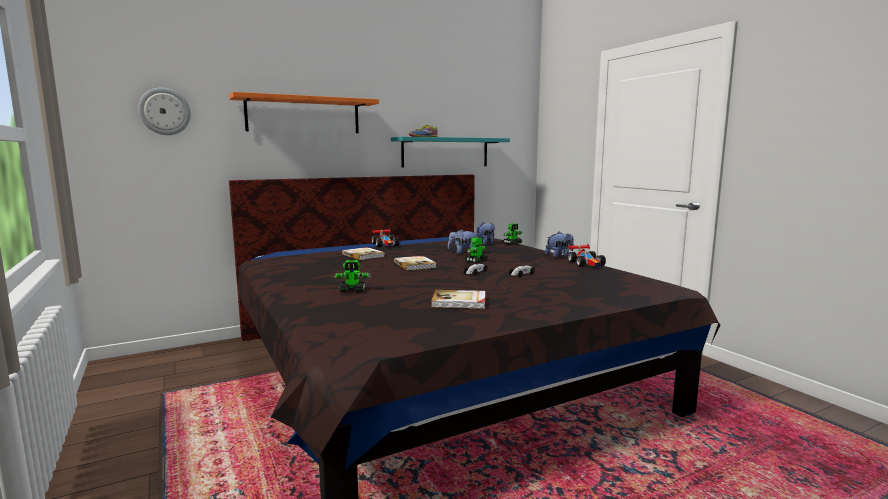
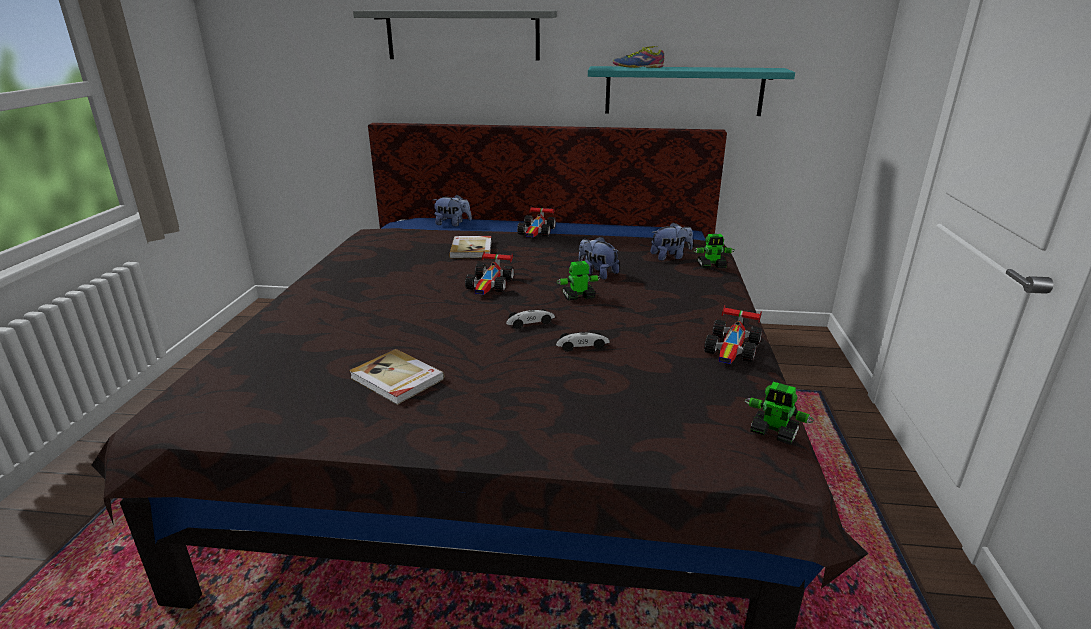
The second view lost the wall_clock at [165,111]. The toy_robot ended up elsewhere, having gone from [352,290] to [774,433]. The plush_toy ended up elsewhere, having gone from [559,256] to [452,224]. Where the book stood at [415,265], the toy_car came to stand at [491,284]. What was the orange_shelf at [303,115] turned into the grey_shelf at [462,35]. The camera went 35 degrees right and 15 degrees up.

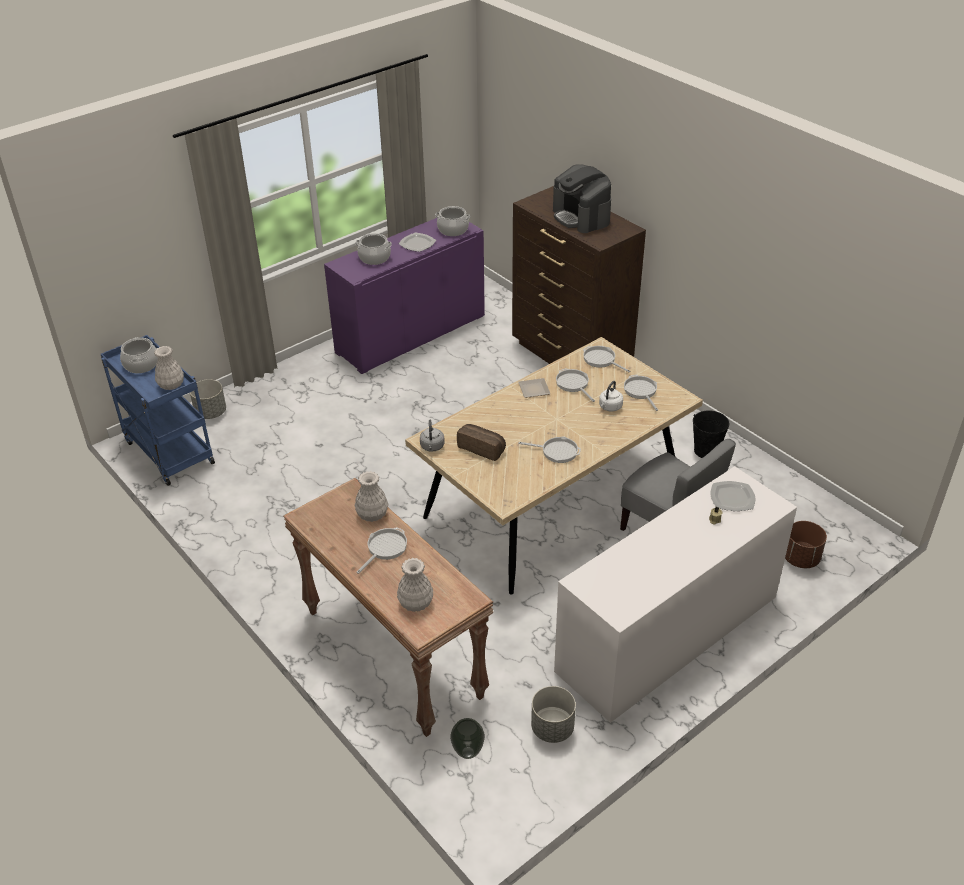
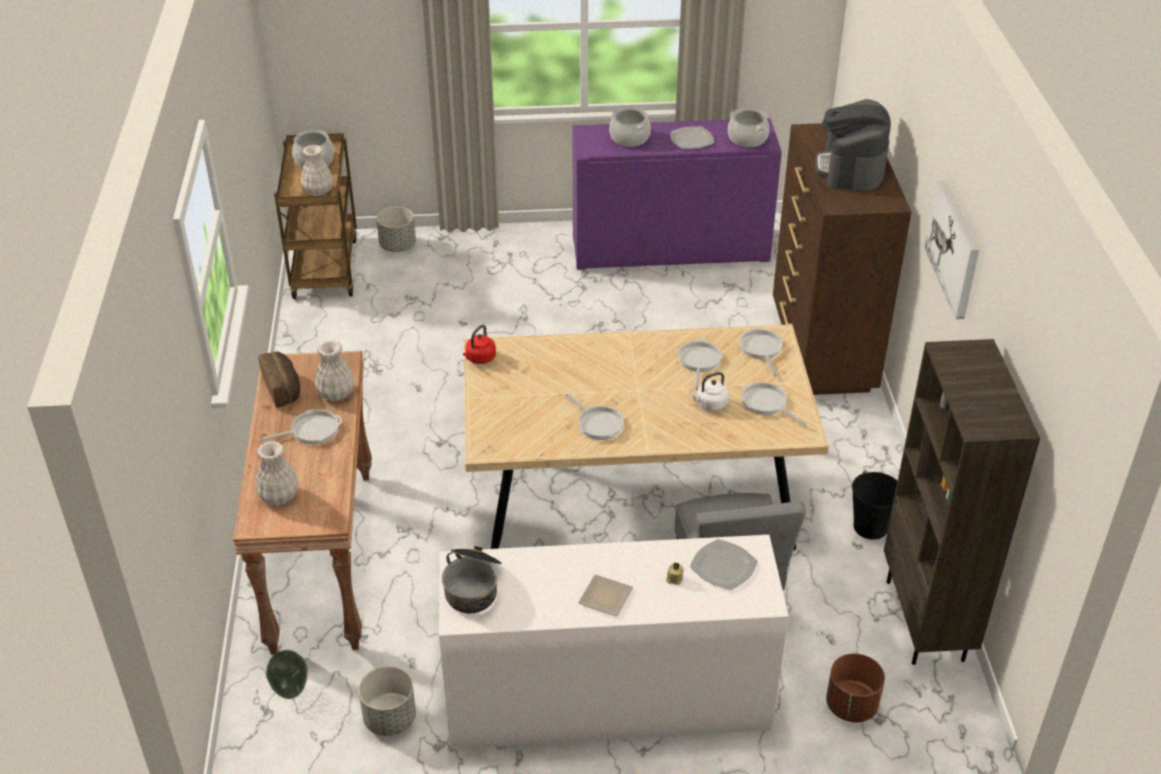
The second view gained the cooking_pot at [473,587]. The second view gained the brown_bookcase at [926,621]. The second view gained the picture at [954,249]. The bread ended up elsewhere, having gone from [482,448] to [283,388]. The plate ended up elsewhere, having gone from [533,390] to [603,598]. What was the blue_cart at [167,452] turned into the brown_cart at [324,267]. What was the grey_kettle at [432,447] turned into the red_kettle at [479,359]. The frying_pan at [641,391] ended up facing another way, 60 degrees counterclockwise from before. The camera went 35 degrees right and 0 degrees up.

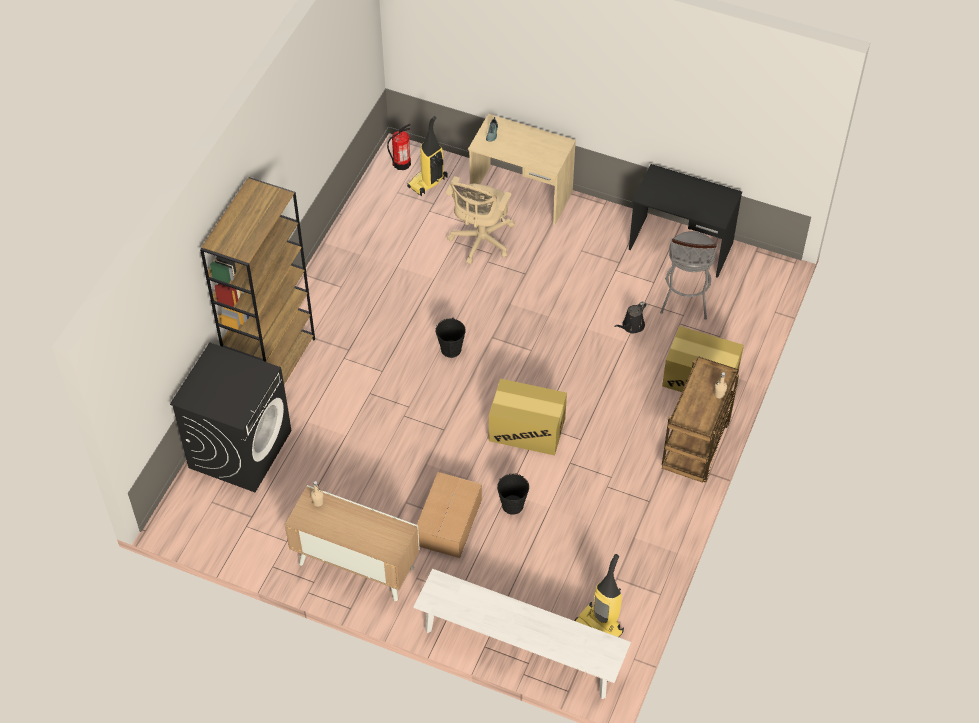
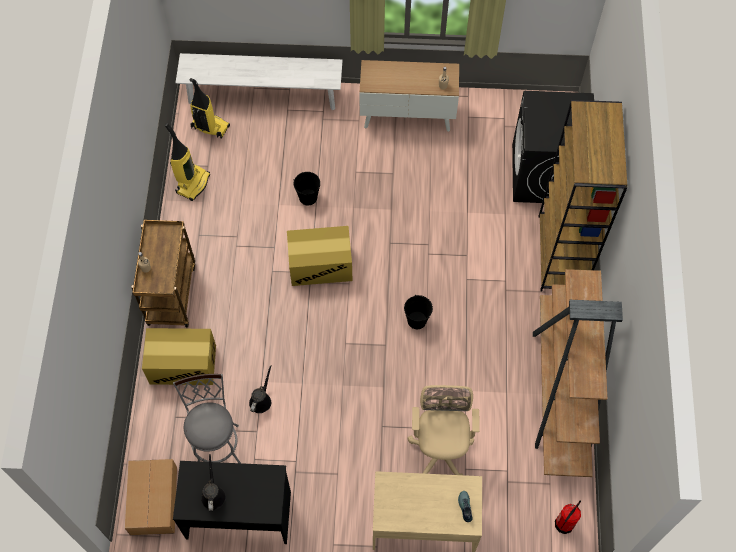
The second view gained the black_watering_can at [213,494]. The second view gained the brown_bookcase at [561,392]. The vacuum_cleaner ended up elsewhere, having gone from [427,183] to [192,183]. The cardboard_box ended up elsewhere, having gone from [448,523] to [154,499]. The camera went 160 degrees right and 10 degrees up.

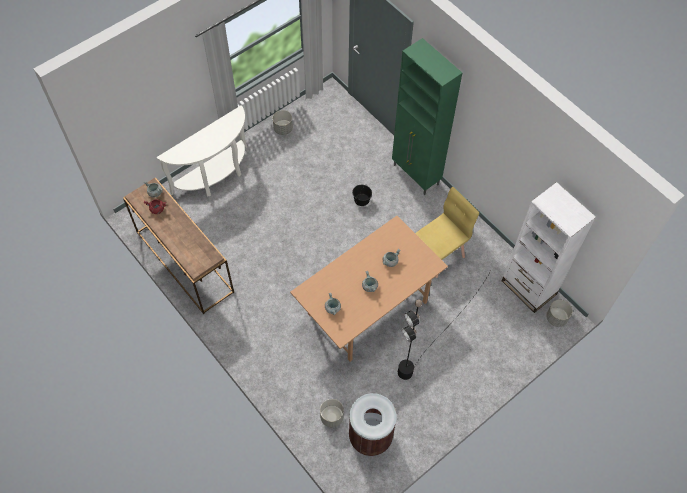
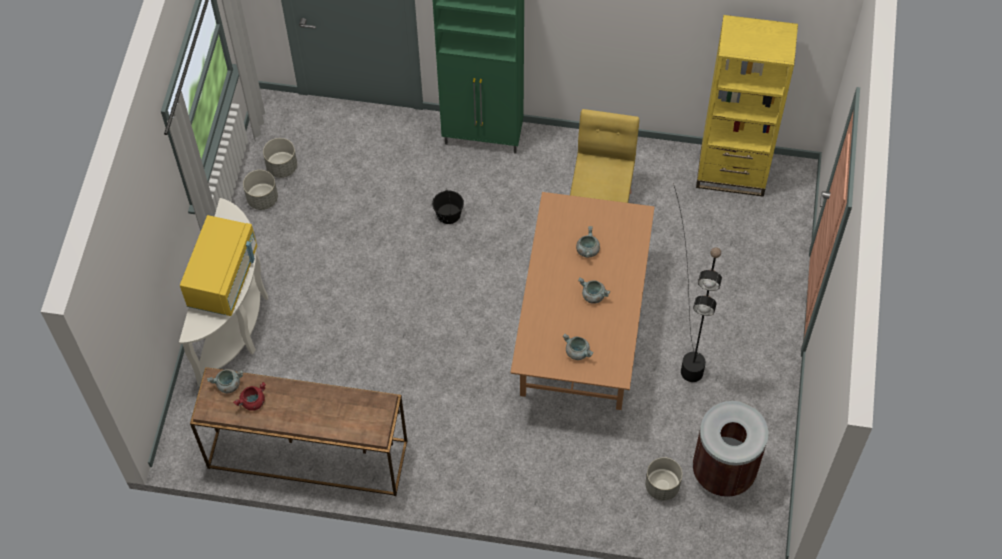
The second view gained the yellow_microwave at [223,278]. The grey_planter ended up elsewhere, having gone from [556,318] to [282,167]. What was the white_bookcase at [528,288] turned into the yellow_bookcase at [731,173]. The camera went 40 degrees left and 0 degrees up.

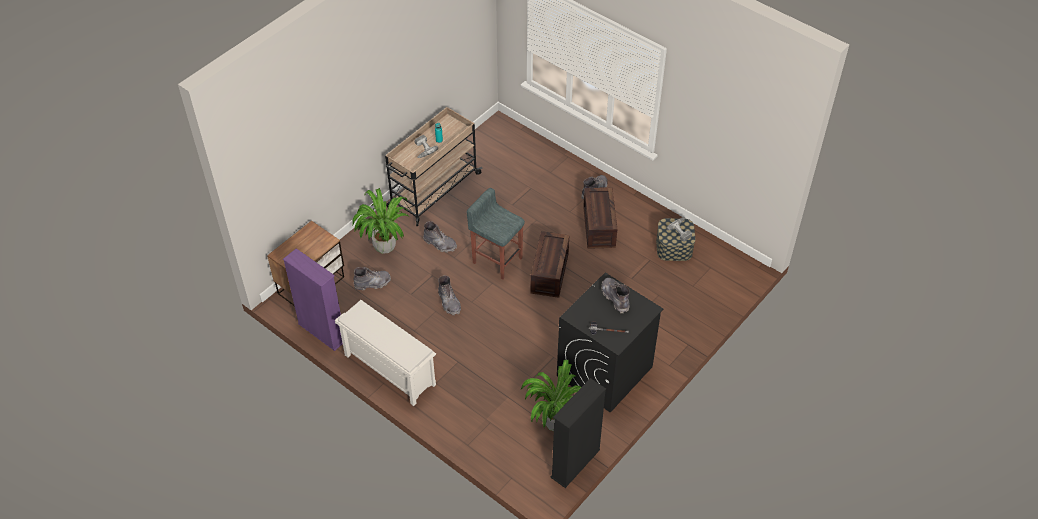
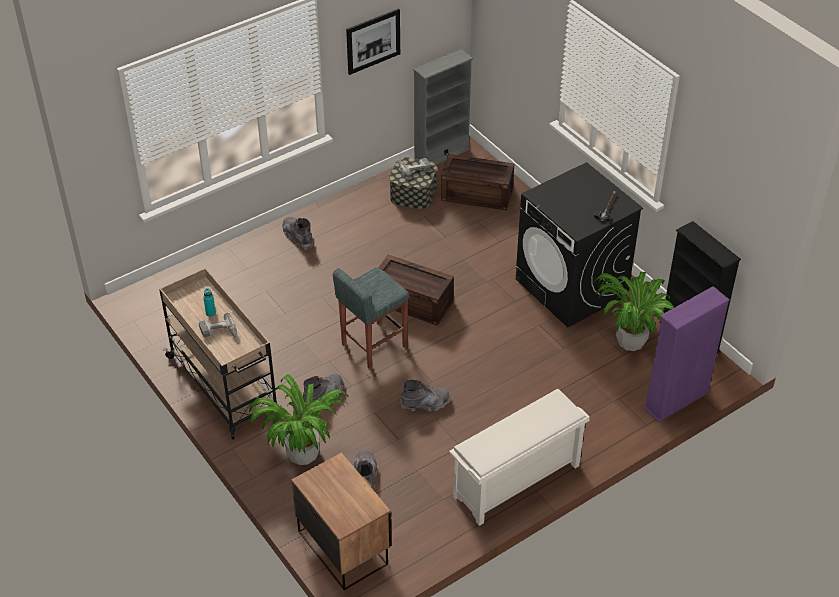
The second view lost the grey_boot at [615,297]. The second view gained the picture at [373,41]. The second view gained the grey_bookcase at [441,154]. The purple_bookcase ended up elsewhere, having gone from [322,332] to [676,400]. The crate ended up elsewhere, having gone from [600,227] to [478,194]. The camera went 75 degrees left and 5 degrees down.

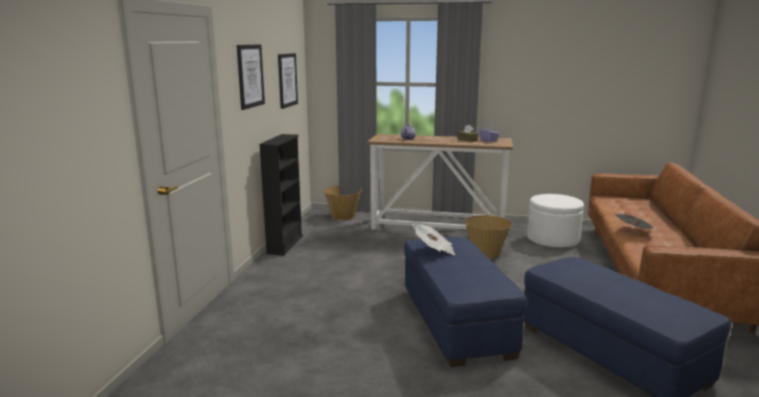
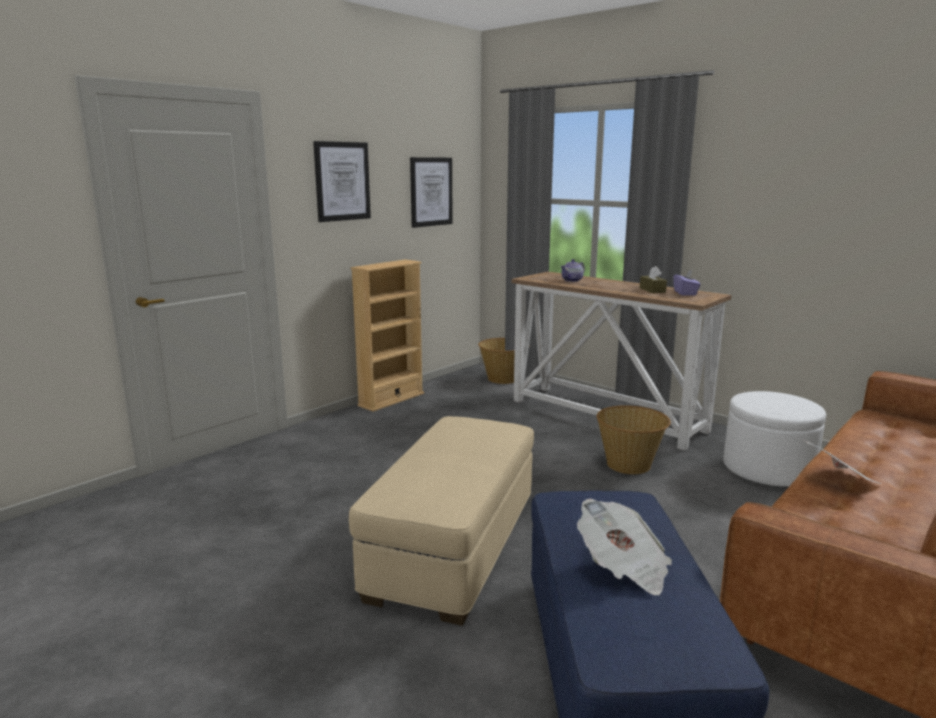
The newspaper ended up elsewhere, having gone from [434,250] to [623,567]. What was the black_bookcase at [285,244] turned into the beige_bookcase at [391,399]. What was the blue_ottoman at [456,321] turned into the beige_ottoman at [455,546]. The camera went 30 degrees right and 0 degrees up.

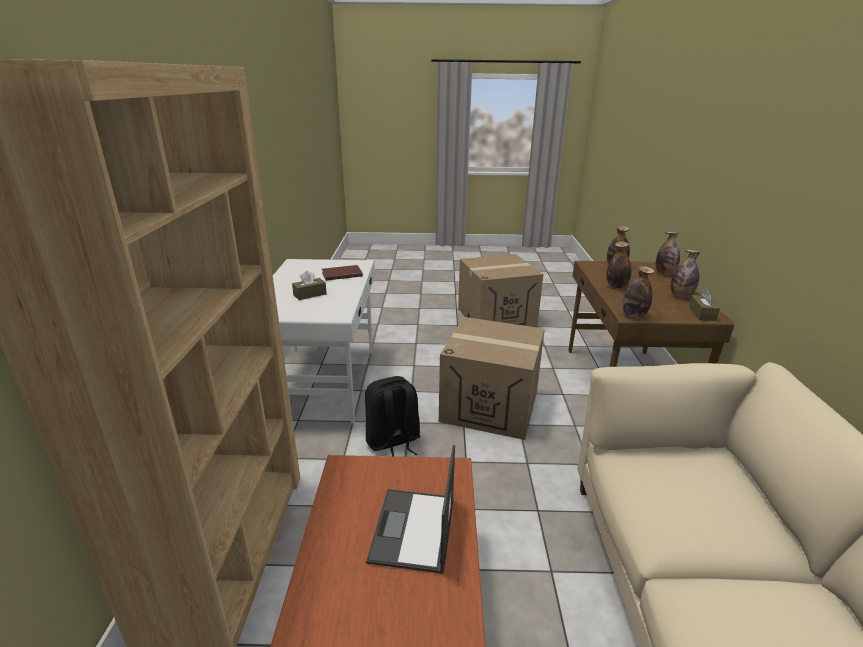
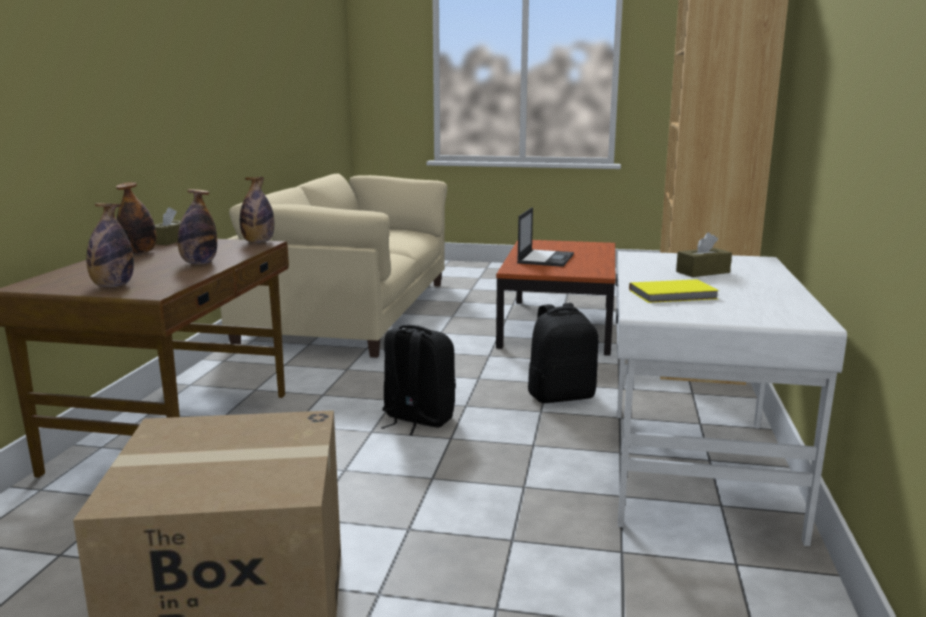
The second view lost the bottle at [665,273]. Where the cardboard_box stood at [490,406], the black_backpack came to stand at [417,419]. What was the brown_book at [341,274] turned into the yellow_book at [674,295]. The camera went 170 degrees left and 10 degrees down.

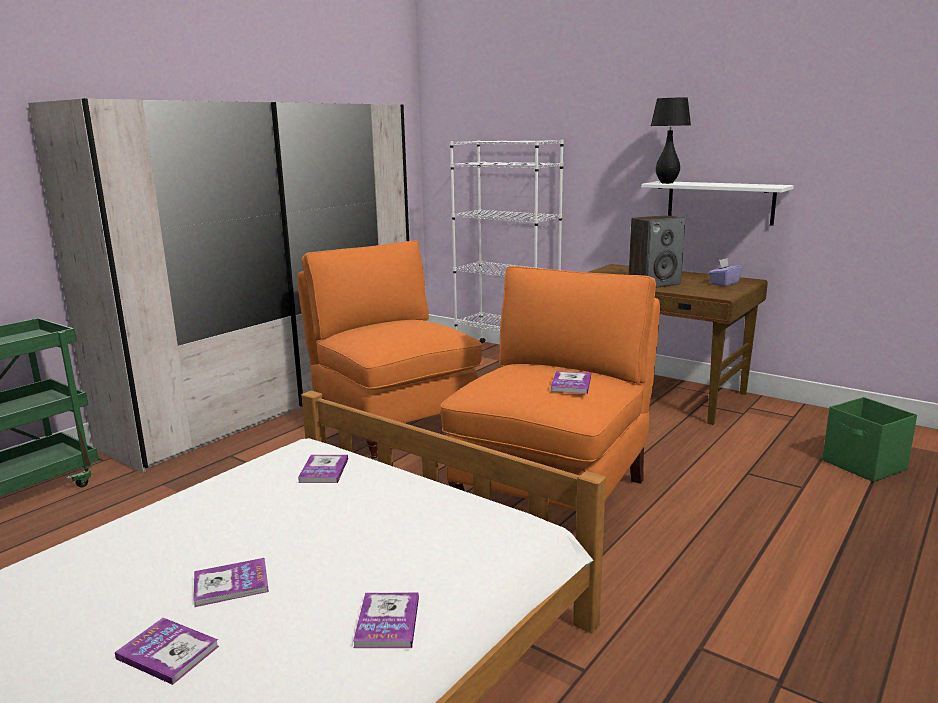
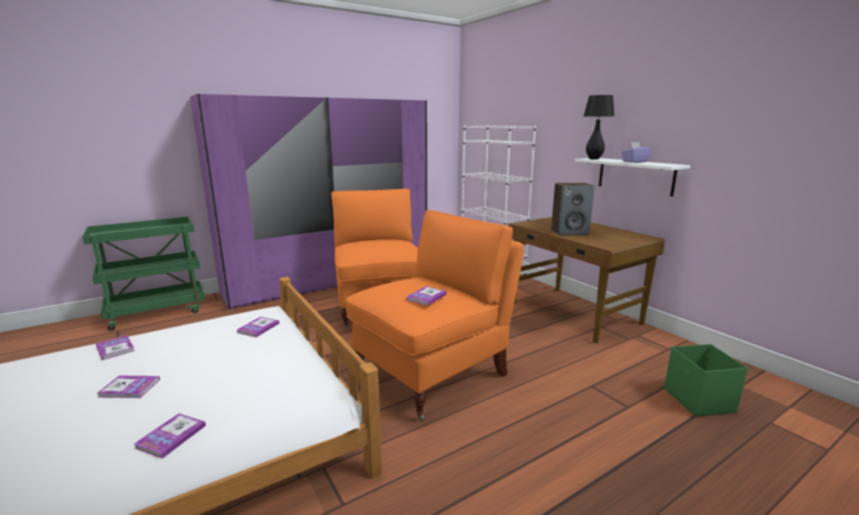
The book ended up elsewhere, having gone from [168,652] to [115,348]. The purple_tissue_box ended up elsewhere, having gone from [724,283] to [634,162]. What was the white_wardrobe at [276,401] turned into the purple_wardrobe at [331,280]. The camera went 20 degrees right and 0 degrees up.

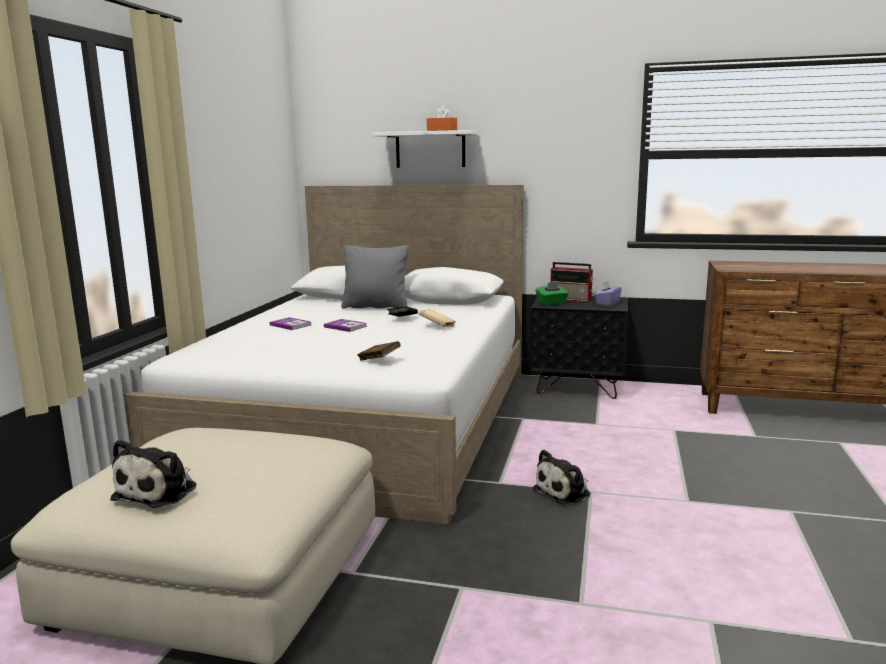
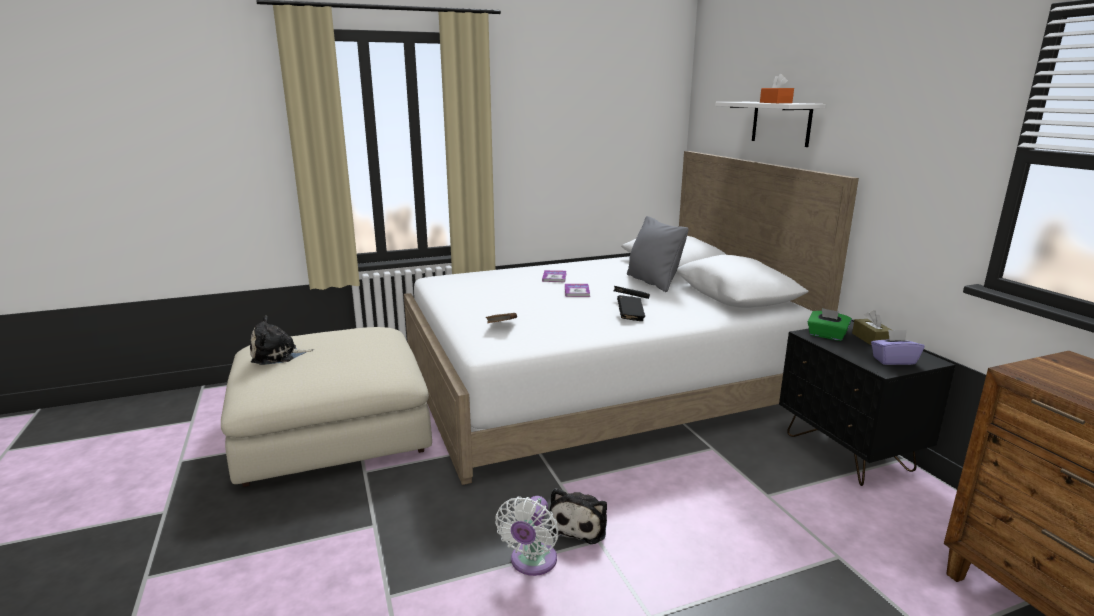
The second view gained the white_fan at [532,562]. Where the radio stood at [572,299], the brown_tissue_box came to stand at [871,339]. What was the beige_book at [437,327] turned into the black_book at [630,316]. The plush_toy at [564,492] ended up facing another way, 90 degrees counterclockwise from before. The camera went 55 degrees right and 5 degrees up.

